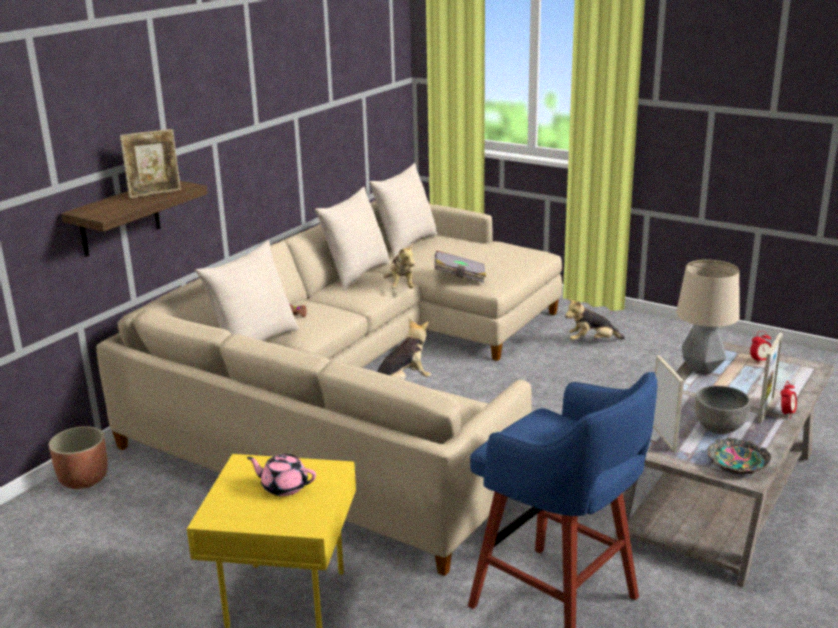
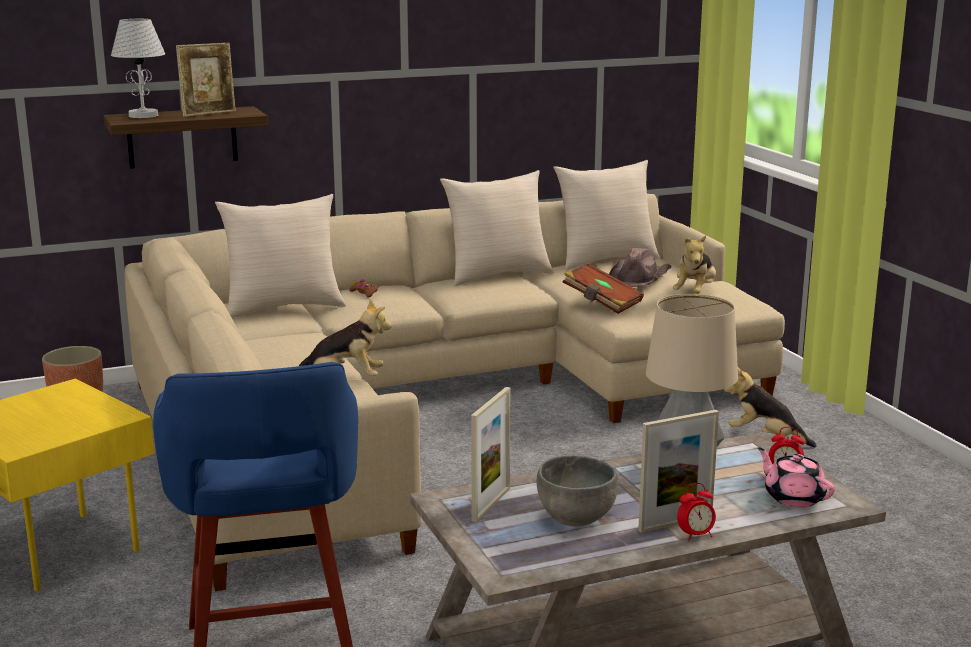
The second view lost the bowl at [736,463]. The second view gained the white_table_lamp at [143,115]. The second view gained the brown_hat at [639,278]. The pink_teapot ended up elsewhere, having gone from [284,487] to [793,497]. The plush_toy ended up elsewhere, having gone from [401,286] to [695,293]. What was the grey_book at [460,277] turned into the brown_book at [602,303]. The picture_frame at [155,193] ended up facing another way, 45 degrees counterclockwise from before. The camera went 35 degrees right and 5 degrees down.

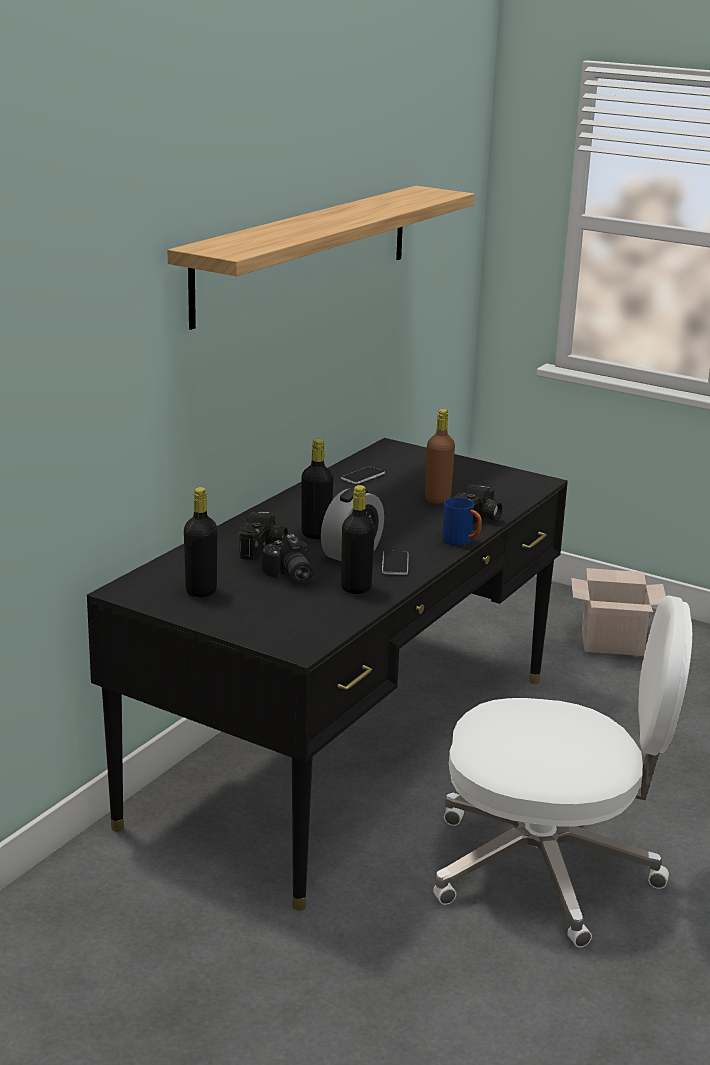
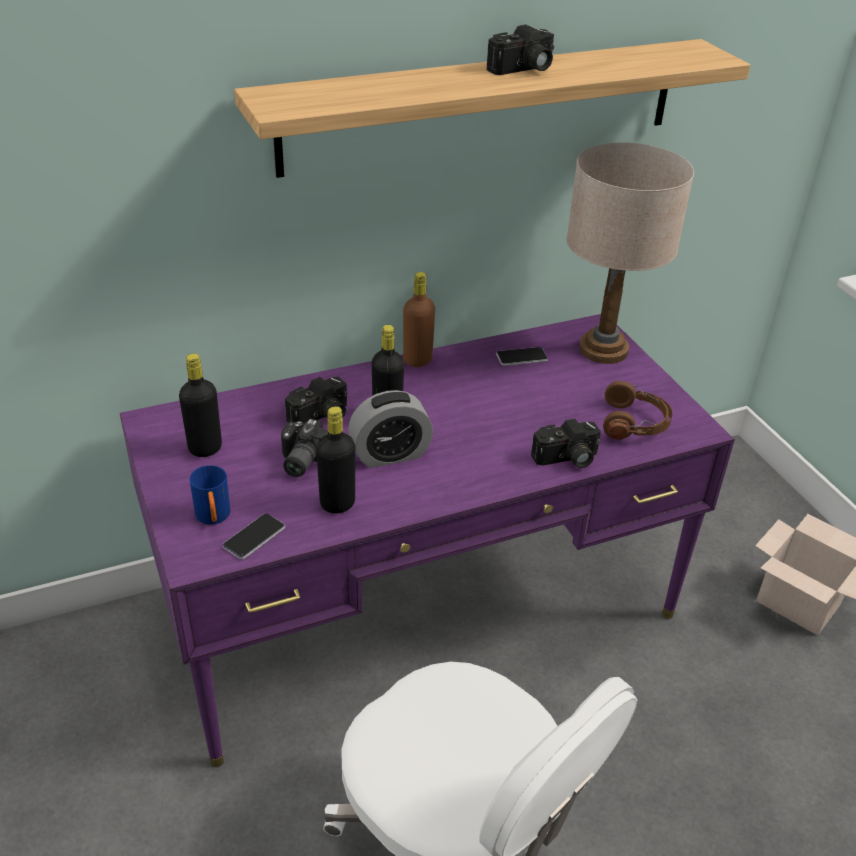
The second view gained the photo_camera at [523,69]. The second view gained the beige_table_lamp at [603,349]. The second view gained the brown_headphones at [635,424]. The phone ended up elsewhere, having gone from [395,564] to [254,537]. The brown_bottle ended up elsewhere, having gone from [437,499] to [417,360]. The blue_mug ended up elsewhere, having gone from [461,542] to [214,518]. What was the black_desk at [345,747] turned into the purple_desk at [420,608]. The camera went 35 degrees right and 15 degrees up.

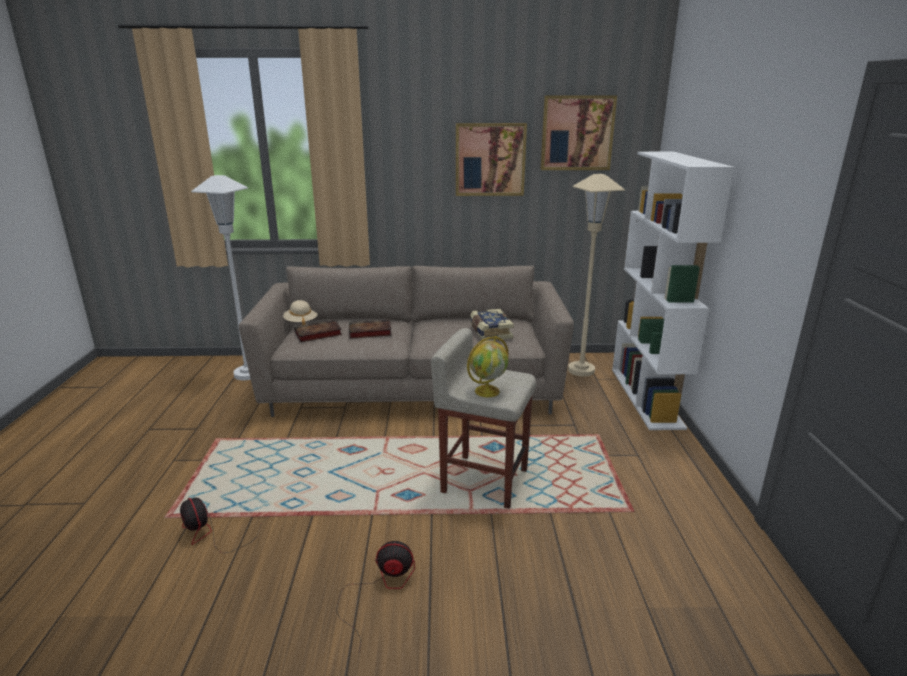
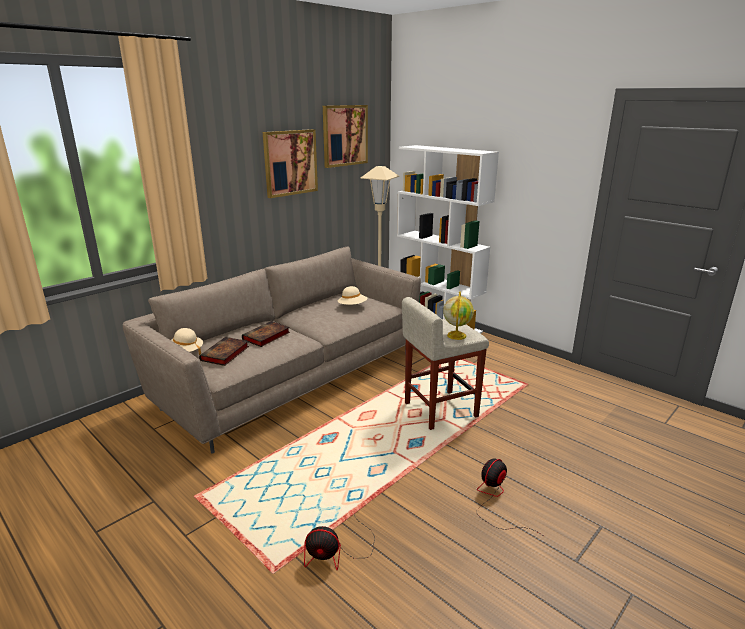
The second view lost the white_floor_lamp at [247,374]. Where the book stood at [490,333], the beige_hat came to stand at [352,306]. The camera went 45 degrees left and 0 degrees up.

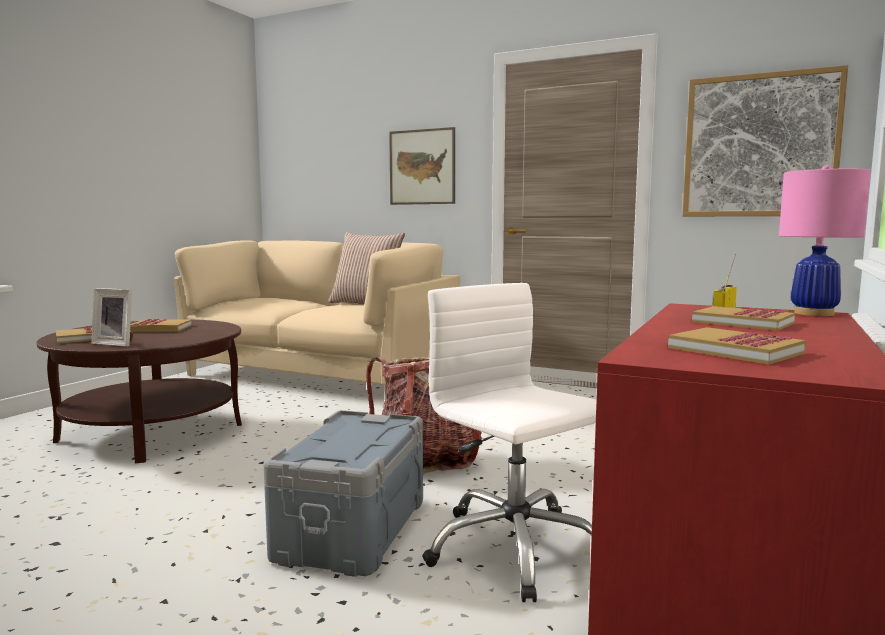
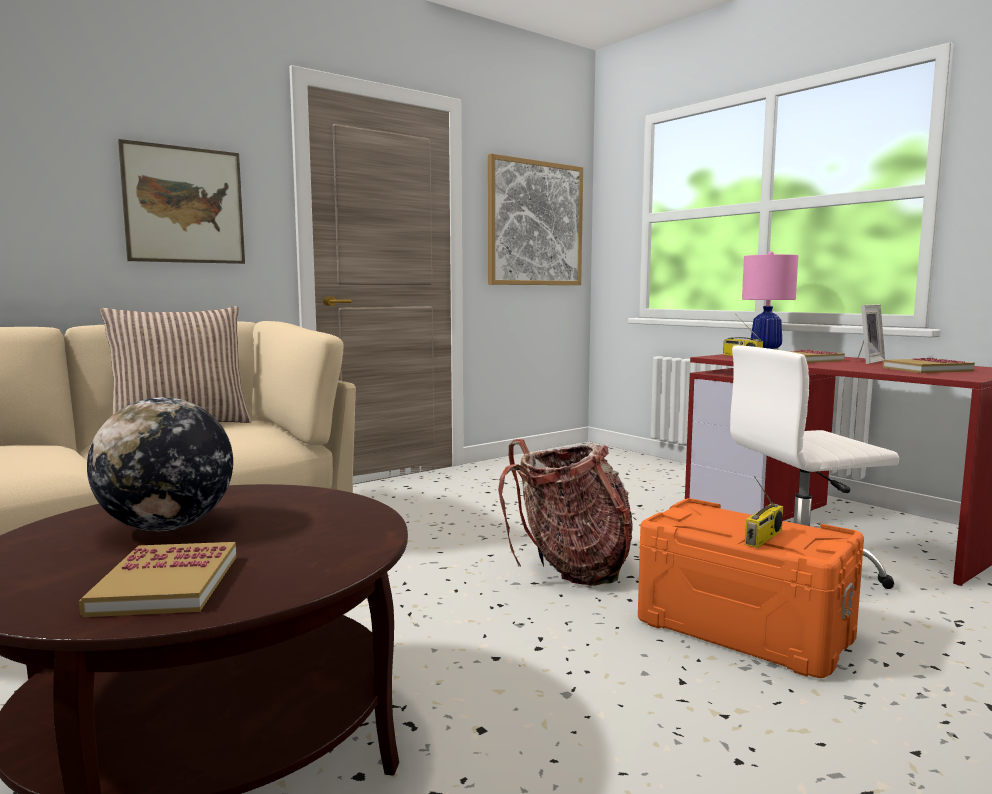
The second view gained the radio at [764,538]. The picture_frame ended up elsewhere, having gone from [117,343] to [866,361]. Where the book stood at [160,328], the globe came to stand at [167,527]. What was the grey_storage_box at [354,529] turned into the orange_storage_box at [744,628]. The camera went 65 degrees left and 0 degrees up.

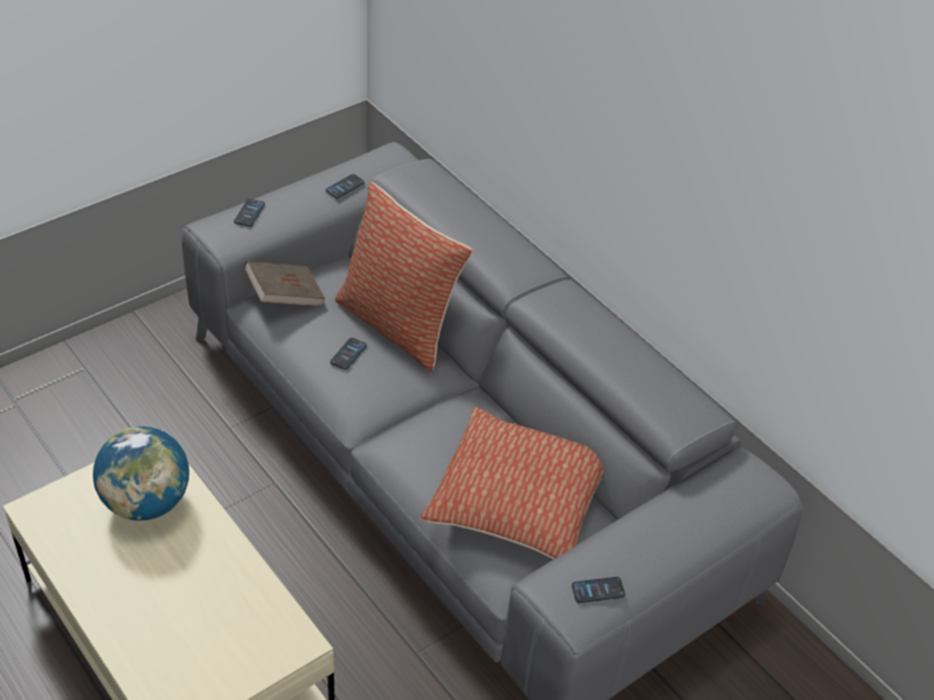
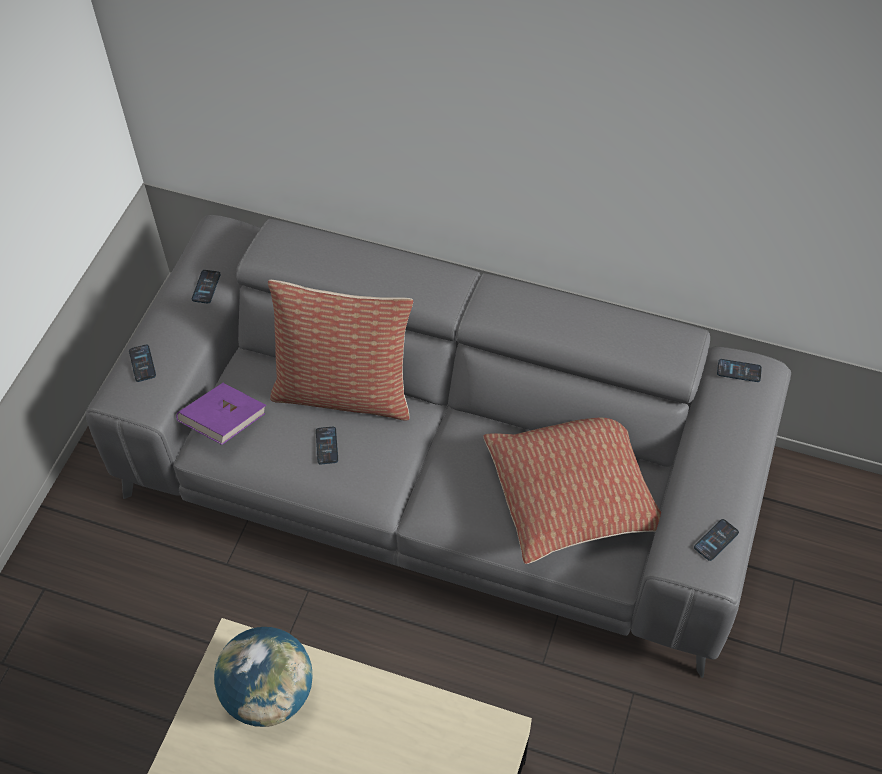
The second view gained the phone at [739,371]. What was the brown_book at [285,297] turned into the purple_book at [224,423]. The camera went 30 degrees left and 10 degrees up.

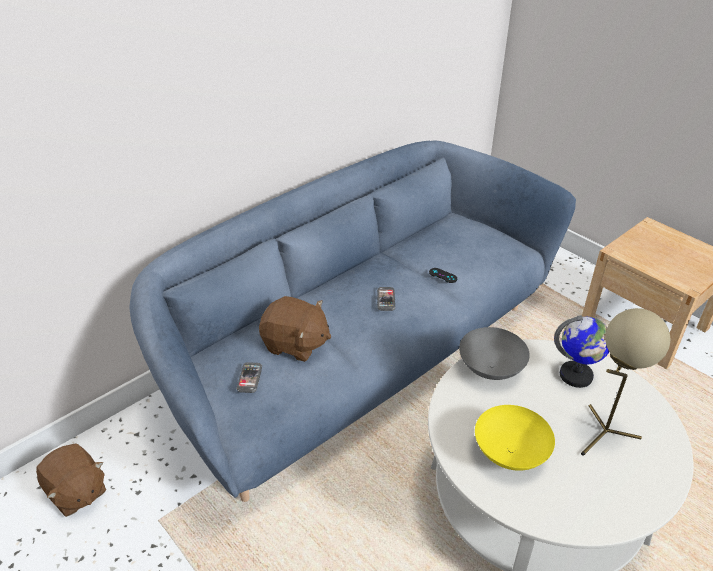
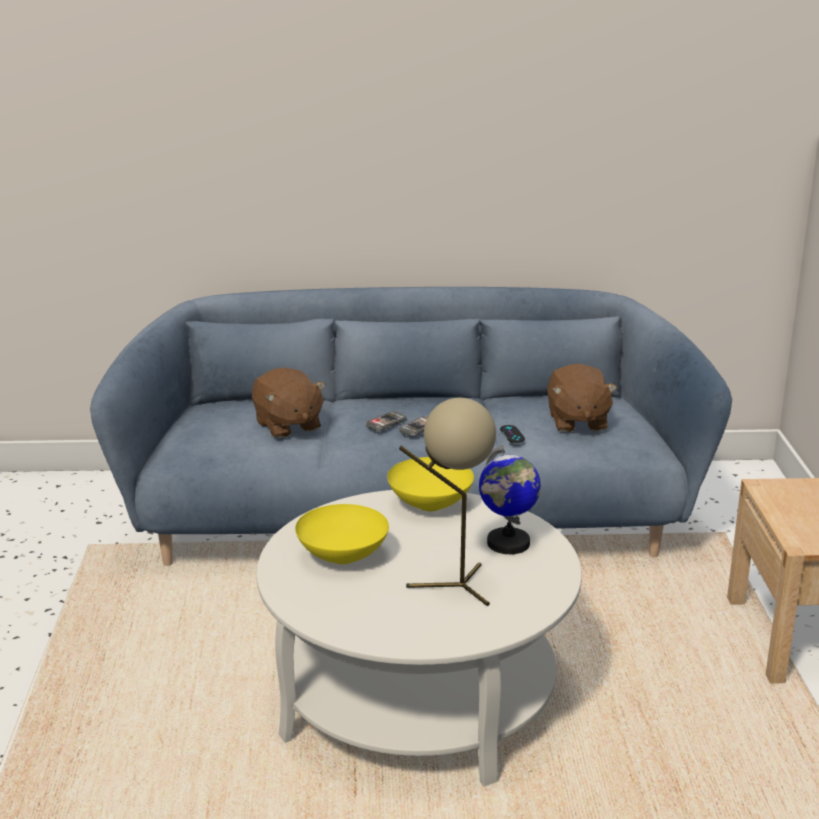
The brown_plush_toy ended up elsewhere, having gone from [76,492] to [577,422]. The phone ended up elsewhere, having gone from [249,378] to [386,422]. What was the grey_bowl at [490,369] turned into the yellow_bowl at [429,504]. The camera went 40 degrees right and 15 degrees down.

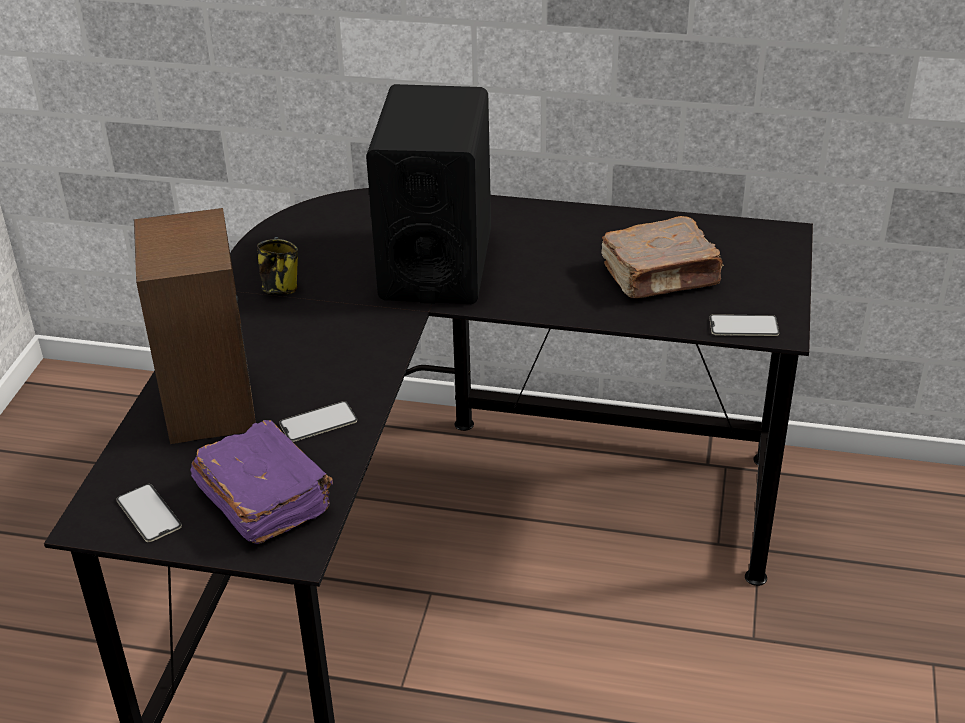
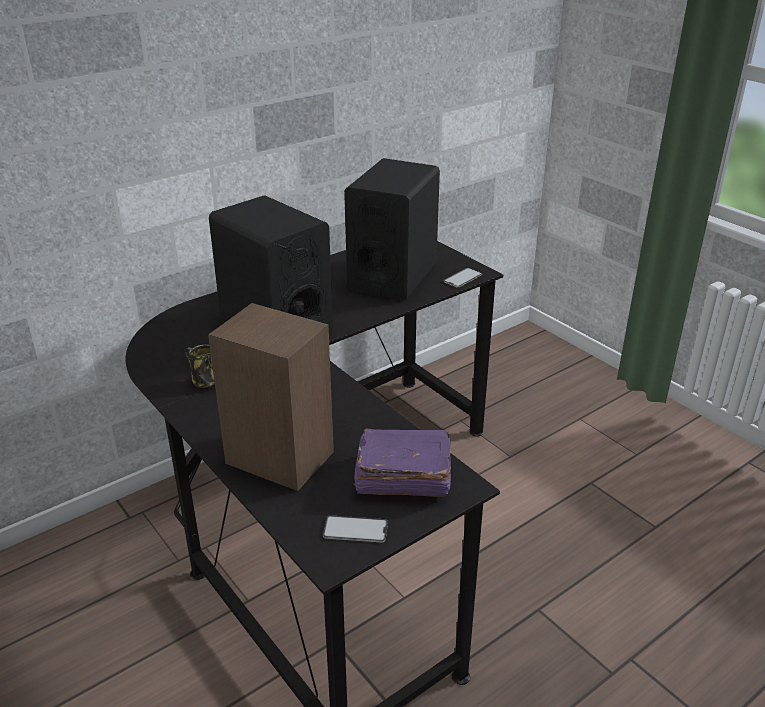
The second view lost the phone at [318,422]. Where the brown_book stood at [661,276], the black_speaker came to stand at [393,277]. The camera went 50 degrees left and 5 degrees down.

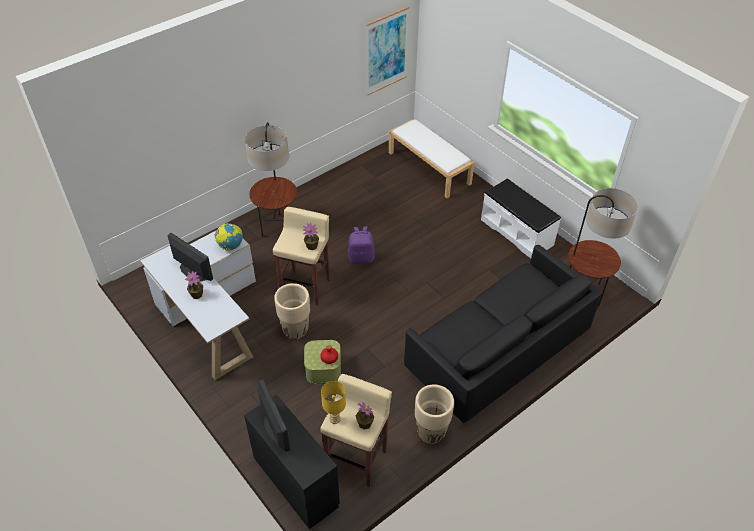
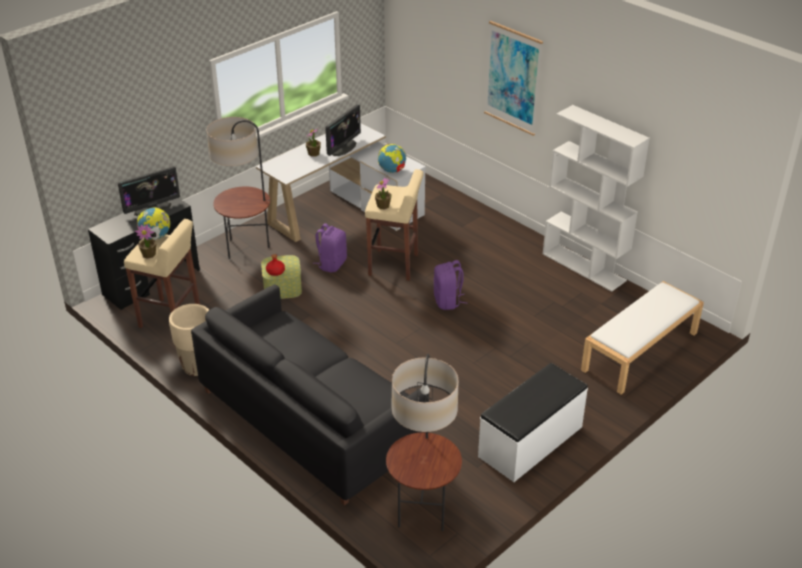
The second view gained the white_bookcase at [584,267]. The floor_lamp ended up elsewhere, having gone from [277,227] to [246,248]. The picture ended up elsewhere, having gone from [386,51] to [513,78]. Where the beige_planter stood at [295,330], the purple_backpack came to stand at [331,264]. Where the yellow_table_lamp stood at [334,419], the globe came to stand at [156,237]. The camera went 85 degrees right and 10 degrees down.

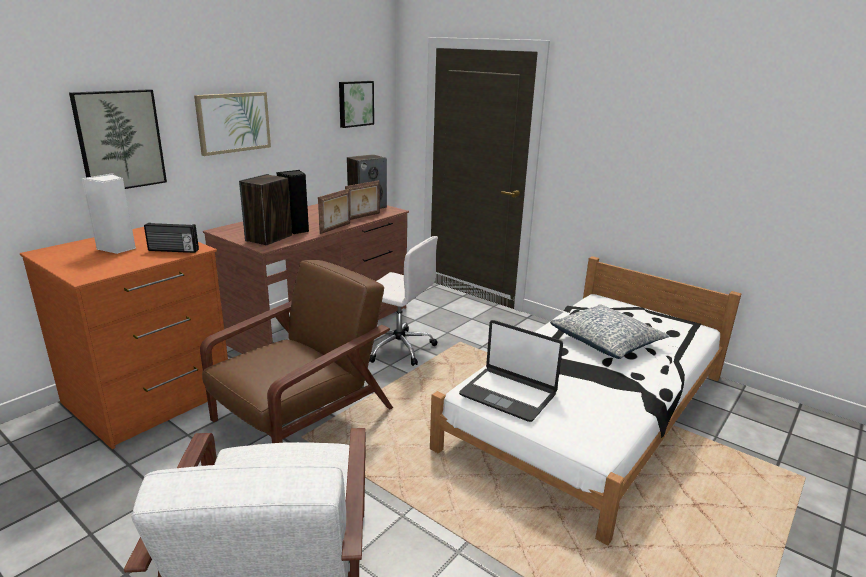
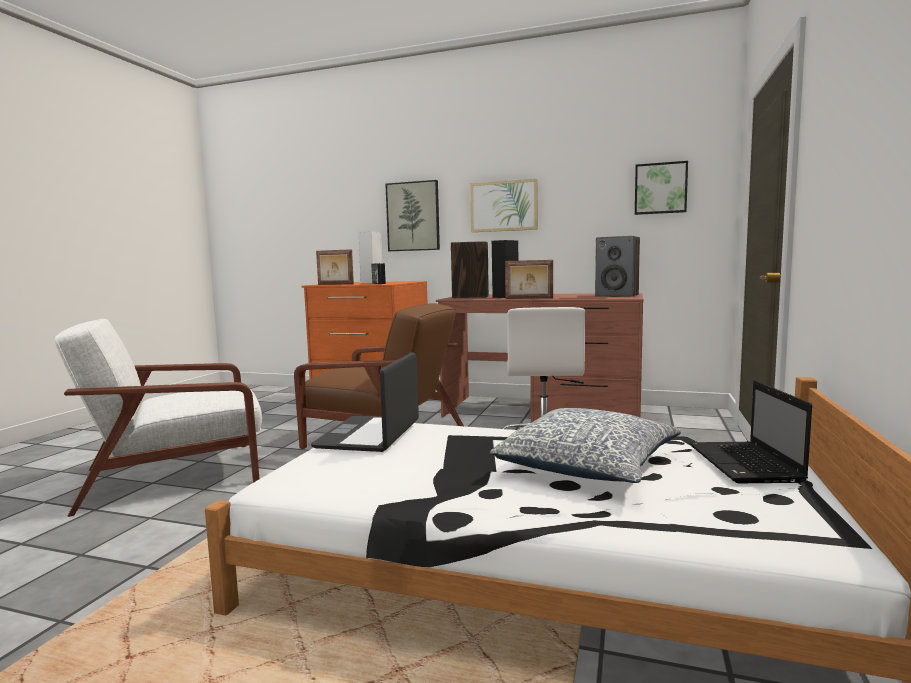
The second view gained the laptop at [745,464]. The picture_frame ended up elsewhere, having gone from [363,217] to [335,284]. The camera went 70 degrees right and 15 degrees down.

